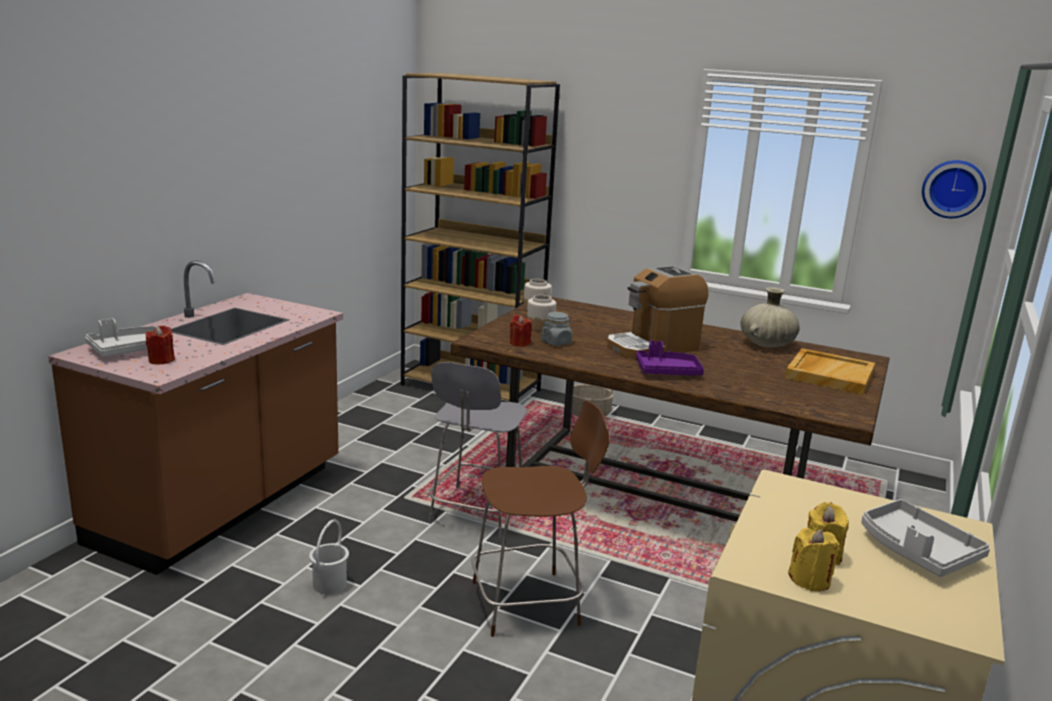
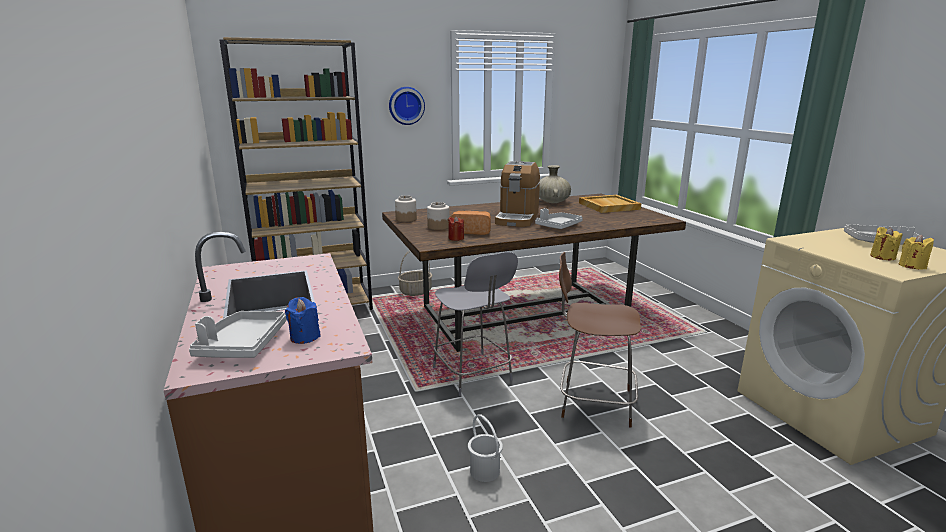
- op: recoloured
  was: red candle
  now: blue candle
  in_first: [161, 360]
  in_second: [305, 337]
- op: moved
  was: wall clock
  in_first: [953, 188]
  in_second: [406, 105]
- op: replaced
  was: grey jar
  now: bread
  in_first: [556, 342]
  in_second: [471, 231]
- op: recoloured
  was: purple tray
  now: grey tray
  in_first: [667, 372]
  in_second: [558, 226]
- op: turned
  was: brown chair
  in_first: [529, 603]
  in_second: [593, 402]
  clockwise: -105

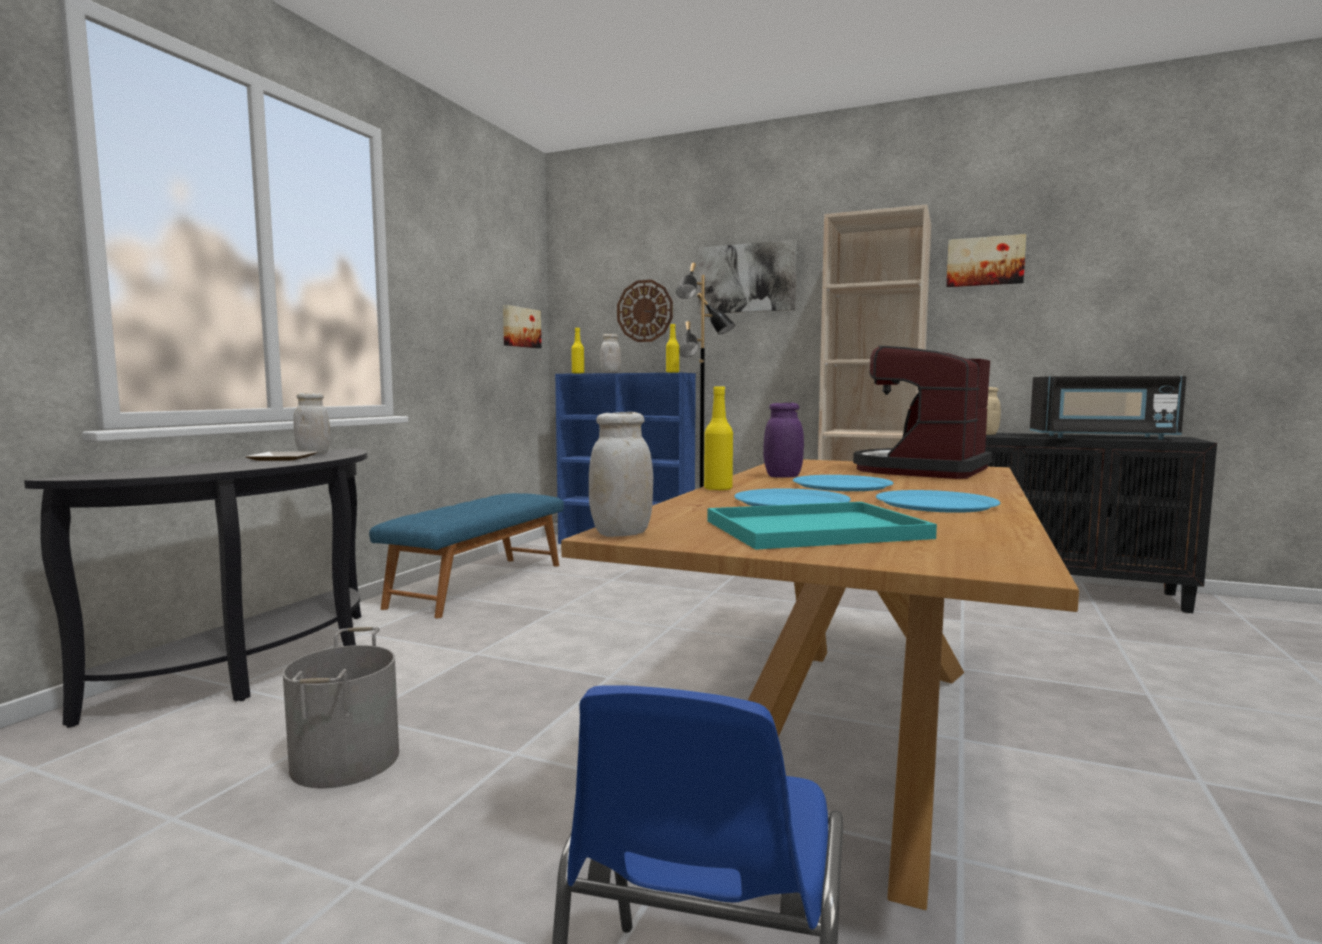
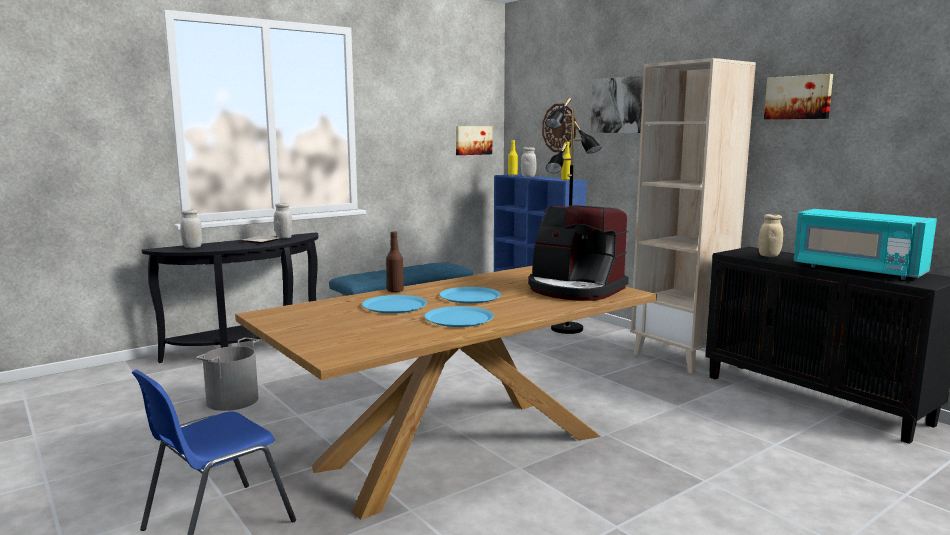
- op: moved
  was: white jar
  in_first: [621, 533]
  in_second: [192, 247]
- op: recoloured
  was: yellow bottle
  now: brown bottle
  in_first: [718, 489]
  in_second: [395, 290]
- op: turned
  was: coffee machine
  in_first: [922, 470]
  in_second: [575, 289]
  clockwise: -120
- op: recoloured
  was: black microwave
  now: turquoise microwave
  in_first: [1102, 437]
  in_second: [857, 271]
- op: removed
  was: turquoise tray
  in_first: [812, 530]
- op: removed
  was: purple jar
  in_first: [783, 476]

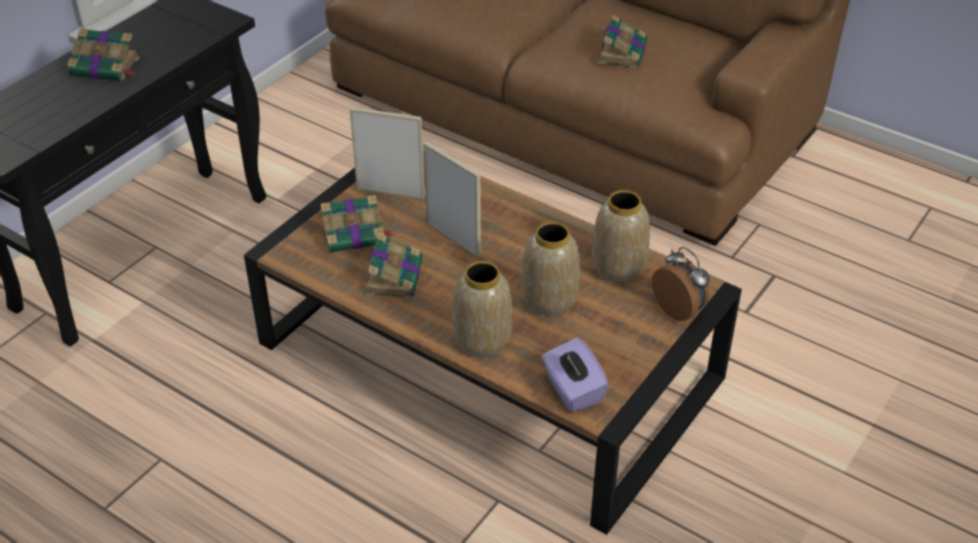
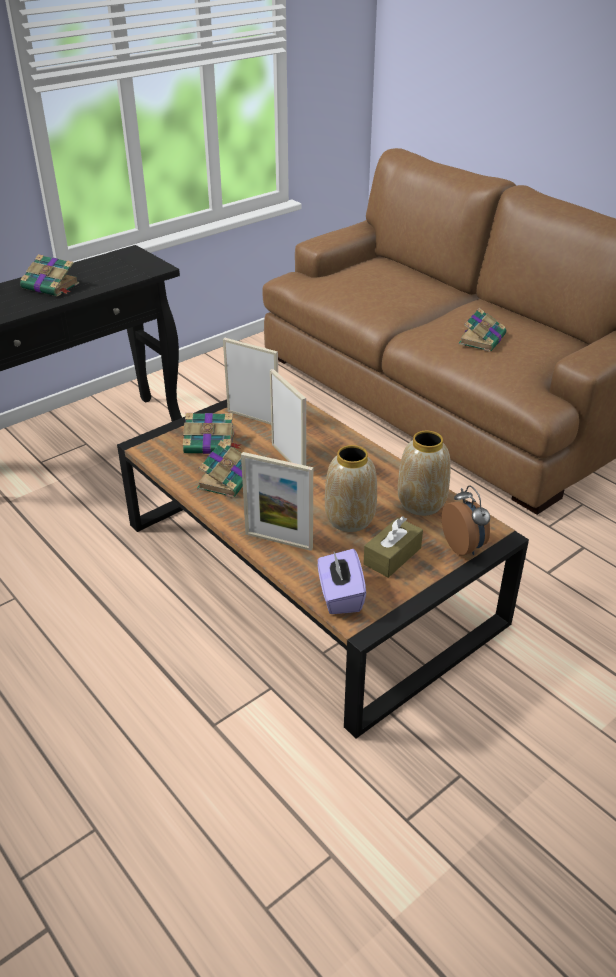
- op: replaced
  was: vase
  now: picture frame
  in_first: [483, 340]
  in_second: [278, 541]
- op: added
  now: brown tissue box
  in_second: [392, 556]

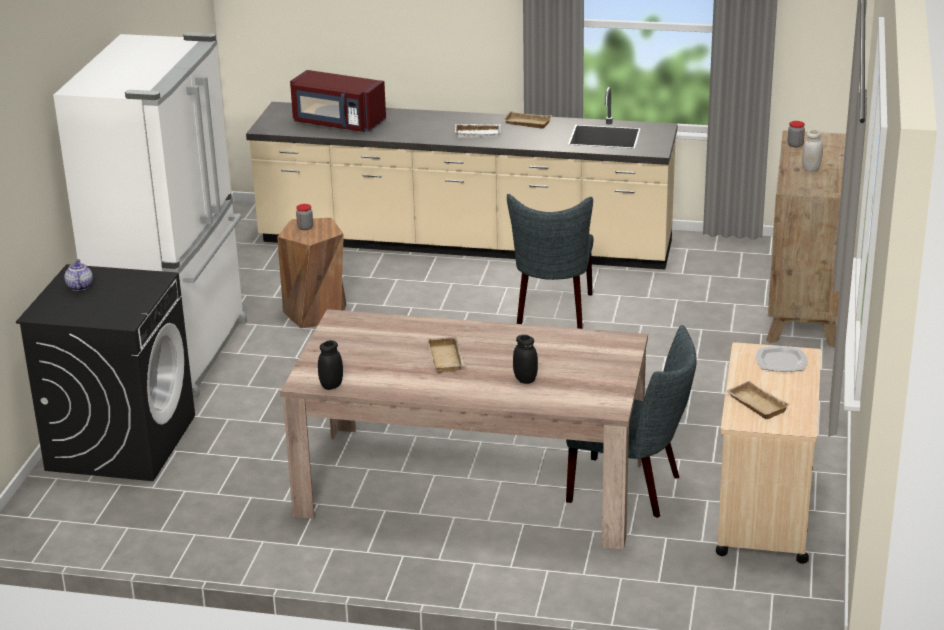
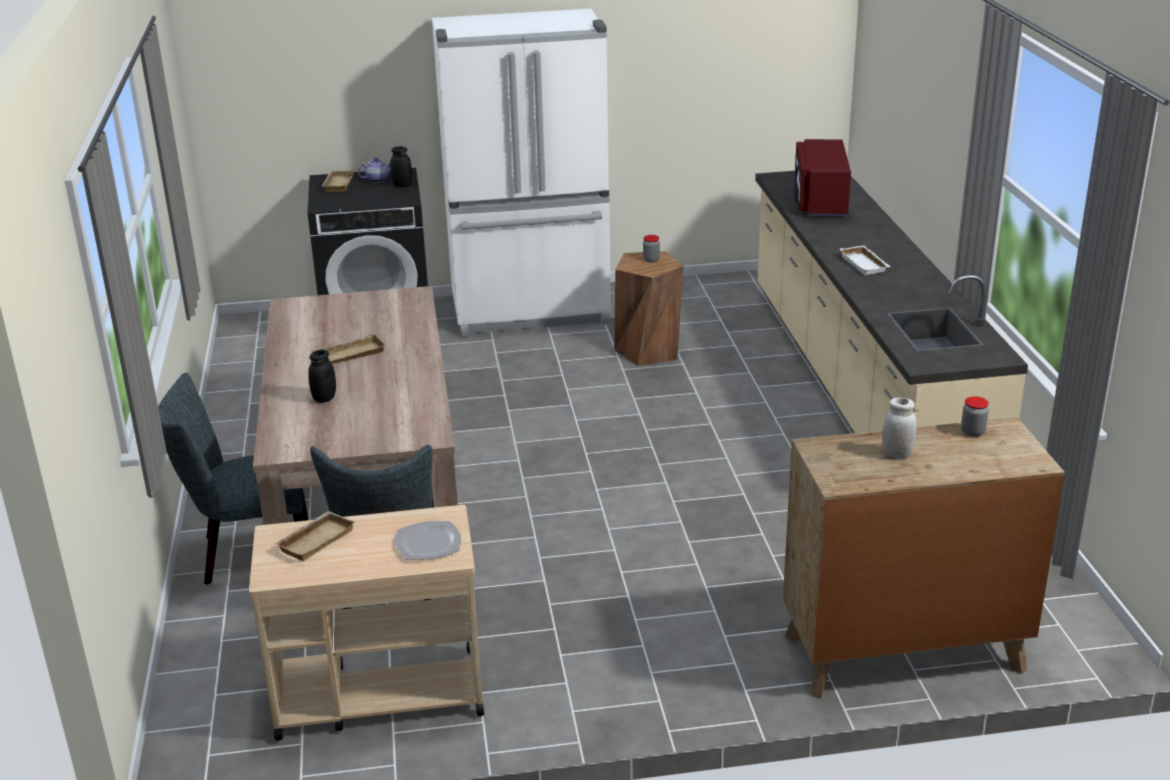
- op: moved
  was: grey chair
  in_first: [552, 313]
  in_second: [249, 554]
- op: moved
  was: beige tray
  in_first: [526, 123]
  in_second: [337, 184]
- op: moved
  was: black jar
  in_first: [331, 385]
  in_second: [402, 185]

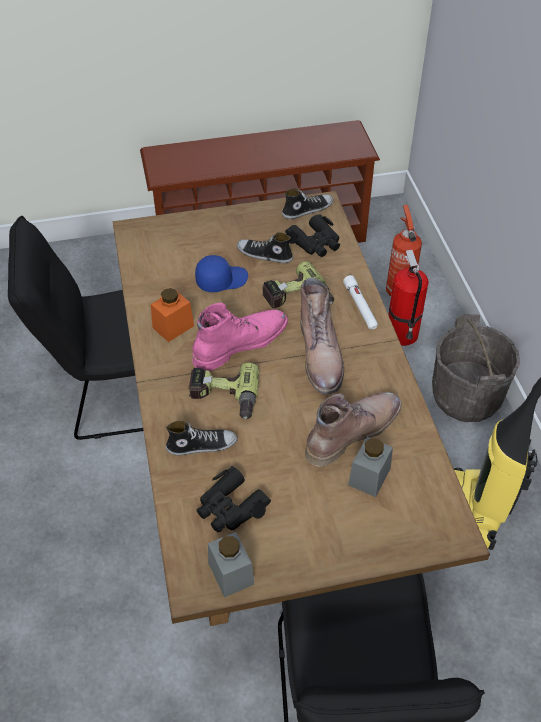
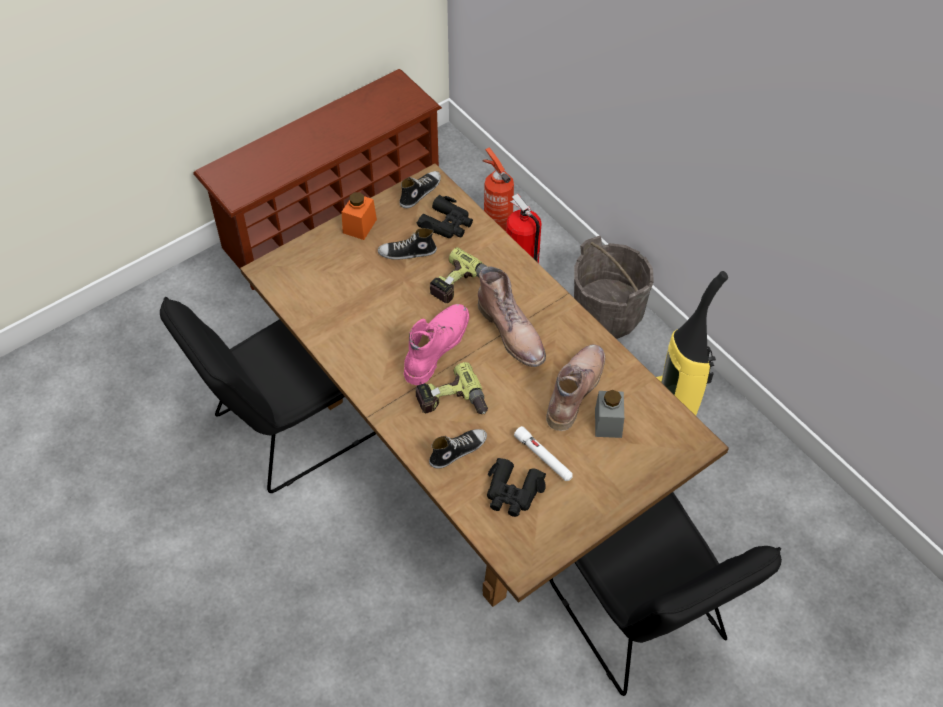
- op: moved
  was: orange jar
  in_first: [173, 327]
  in_second: [359, 226]
- op: moved
  was: white flashlight
  in_first: [360, 307]
  in_second: [543, 457]
- op: removed
  was: blue cap
  in_first: [221, 280]
- op: removed
  was: grey jar
  in_first: [231, 573]

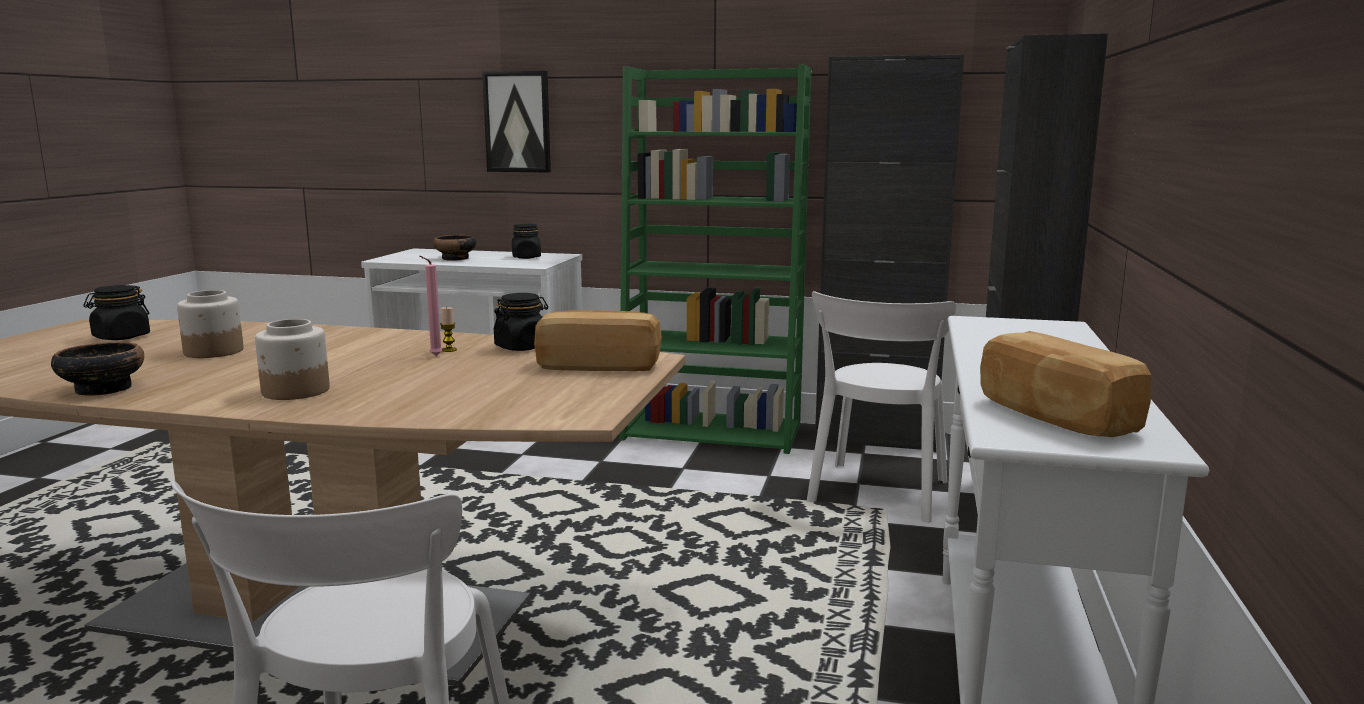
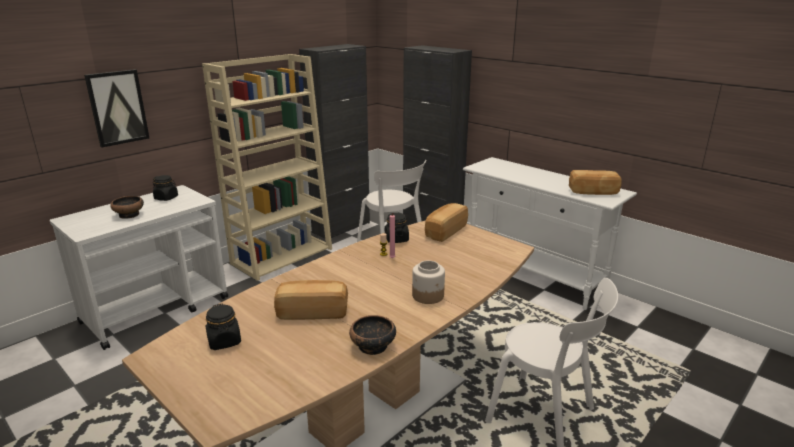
- op: recoloured
  was: green bookcase
  now: beige bookcase
  in_first: [714, 432]
  in_second: [282, 255]
- op: replaced
  was: jar
  now: bread
  in_first: [213, 352]
  in_second: [313, 312]

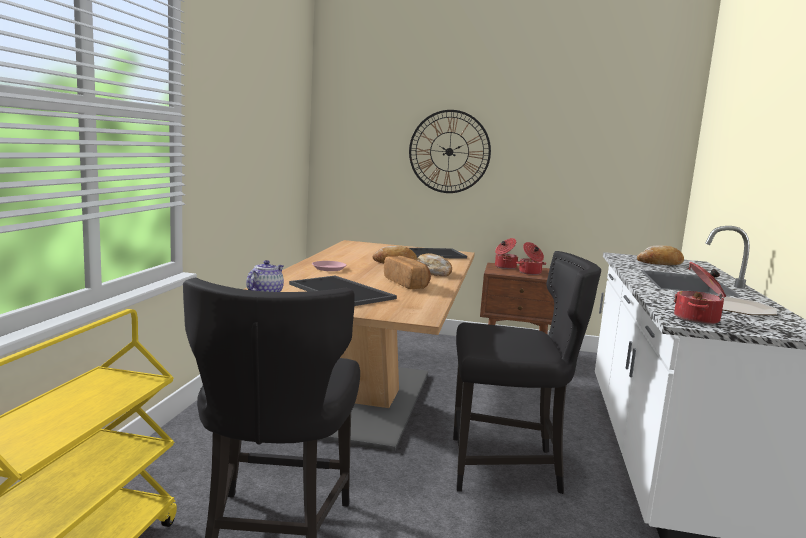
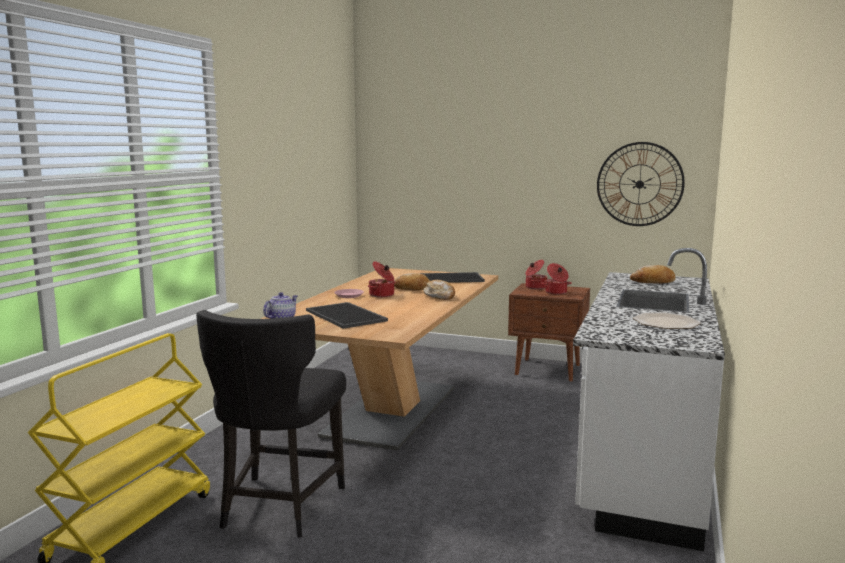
- op: moved
  was: cooking pot
  in_first: [698, 319]
  in_second: [382, 295]
- op: moved
  was: wall clock
  in_first: [449, 151]
  in_second: [639, 184]
- op: removed
  was: bread
  in_first: [407, 284]
- op: removed
  was: black chair
  in_first: [507, 467]

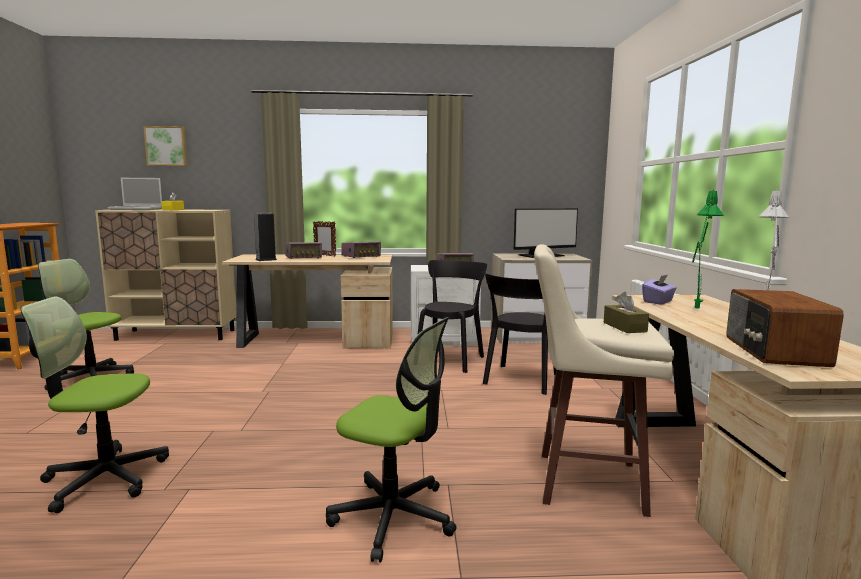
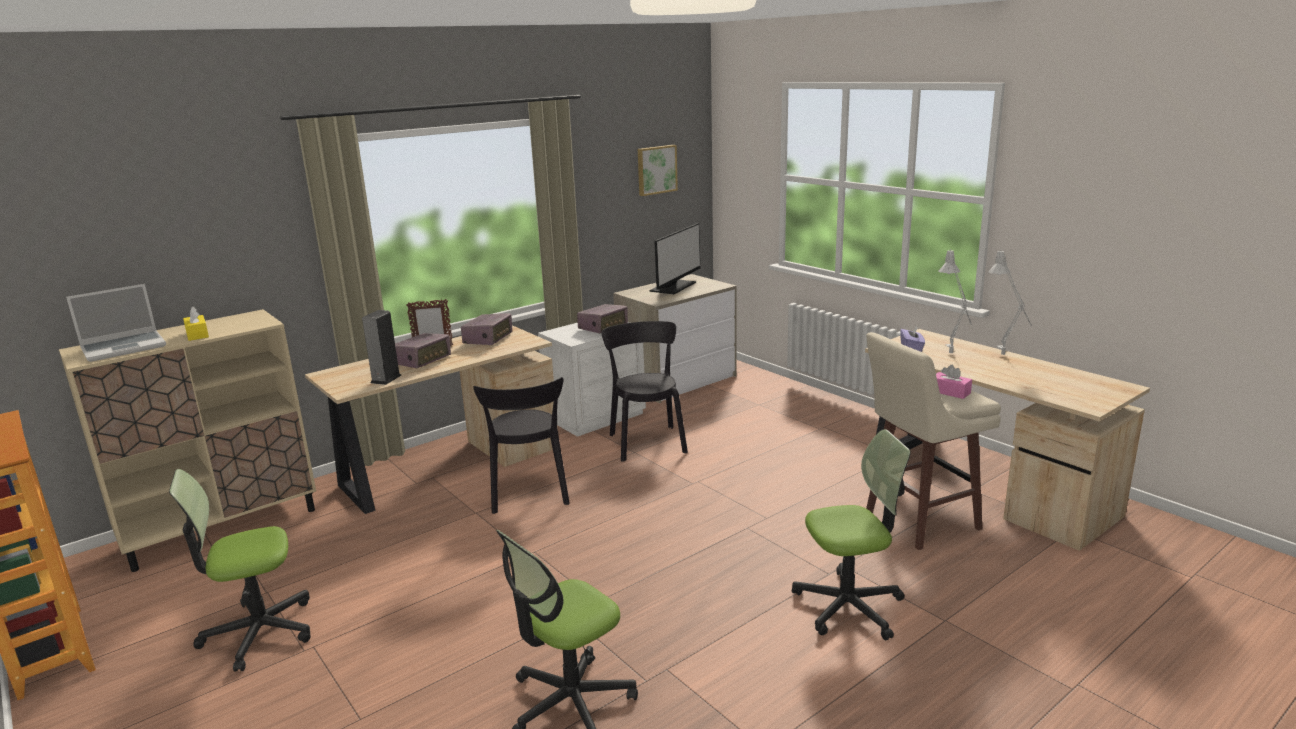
- op: moved
  was: black chair
  in_first: [520, 381]
  in_second: [529, 494]
- op: moved
  was: picture
  in_first: [166, 146]
  in_second: [656, 169]
- op: recoloured
  was: brown tissue box
  now: pink tissue box
  in_first: [624, 327]
  in_second: [950, 392]
- op: recoloured
  was: green table lamp
  now: grey table lamp
  in_first: [696, 311]
  in_second: [952, 356]
- op: removed
  was: radio
  in_first: [773, 351]

